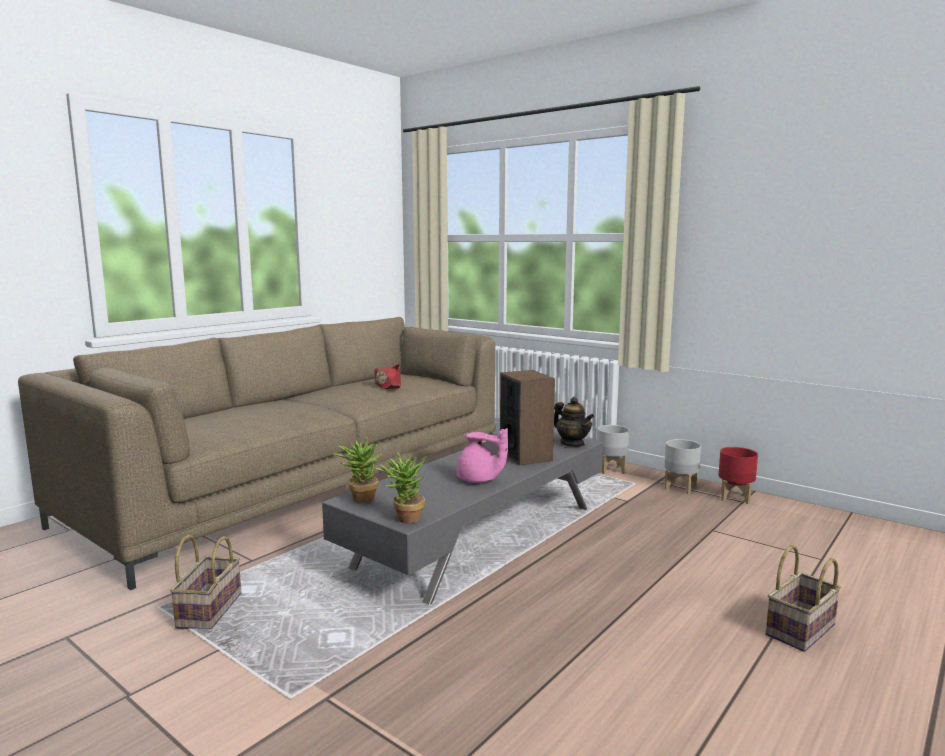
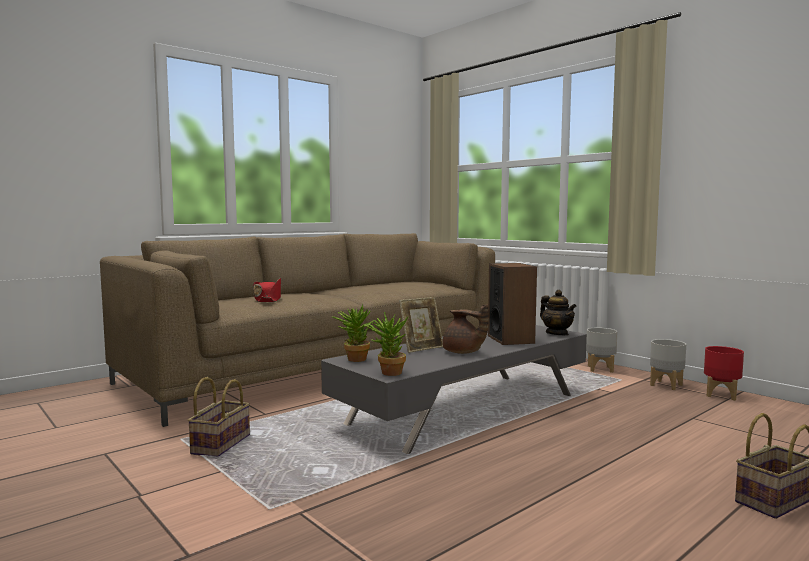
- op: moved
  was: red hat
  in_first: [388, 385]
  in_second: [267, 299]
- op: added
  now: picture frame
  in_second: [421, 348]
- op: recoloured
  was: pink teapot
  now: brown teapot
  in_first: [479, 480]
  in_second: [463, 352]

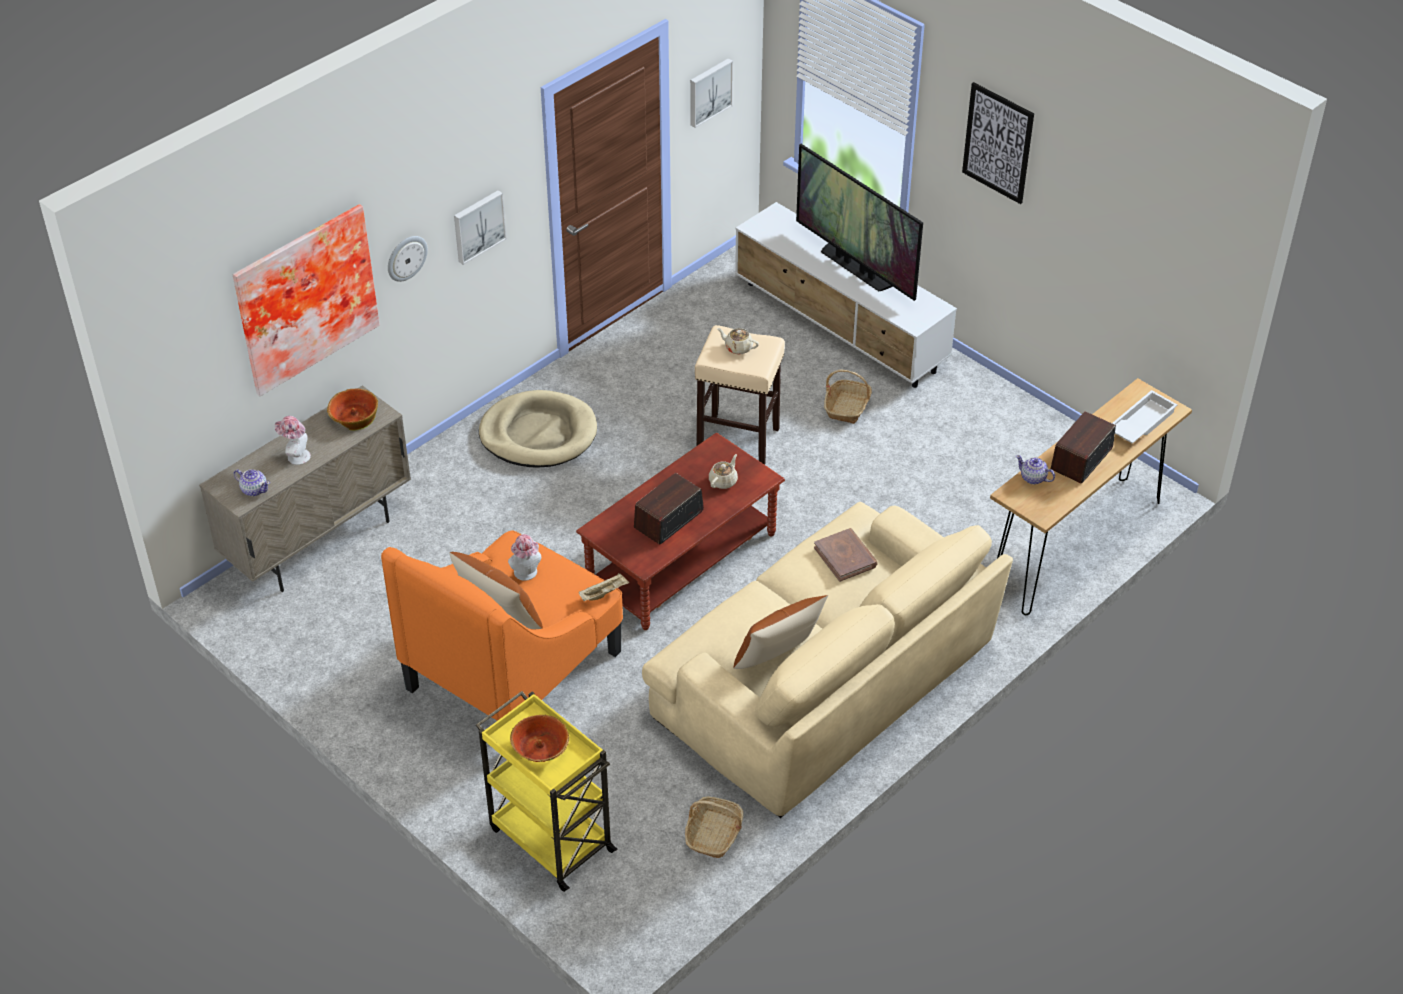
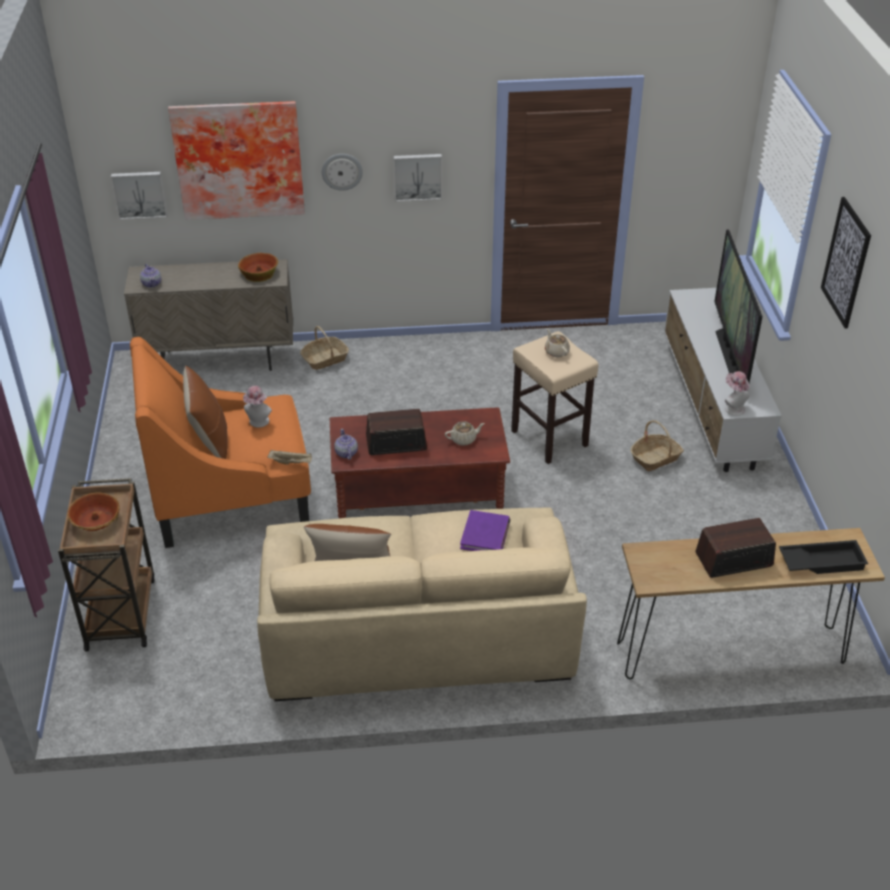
- op: recoloured
  was: yellow cart
  now: brown cart
  in_first: [550, 838]
  in_second: [121, 612]
- op: moved
  was: picture
  in_first: [709, 91]
  in_second: [139, 194]
- op: moved
  was: basket
  in_first: [714, 834]
  in_second: [325, 359]
- op: moved
  was: teapot
  in_first: [1033, 478]
  in_second: [346, 453]
- op: recoloured
  was: brown book
  now: purple book
  in_first: [845, 557]
  in_second: [485, 535]
- op: moved
  was: hat
  in_first: [295, 456]
  in_second: [733, 408]
- op: recoloured
  was: white tray
  now: black tray
  in_first: [1140, 422]
  in_second: [821, 561]
- op: removed
  was: beige dog bed
  in_first: [538, 434]

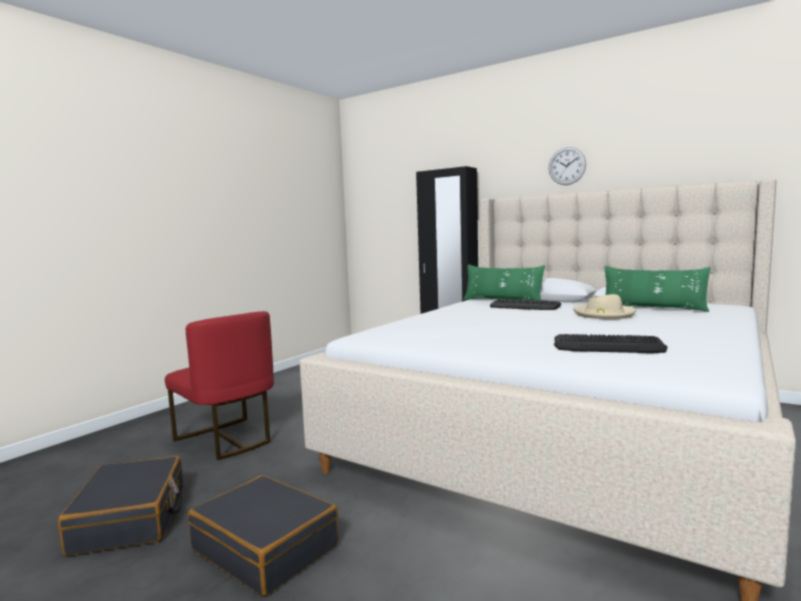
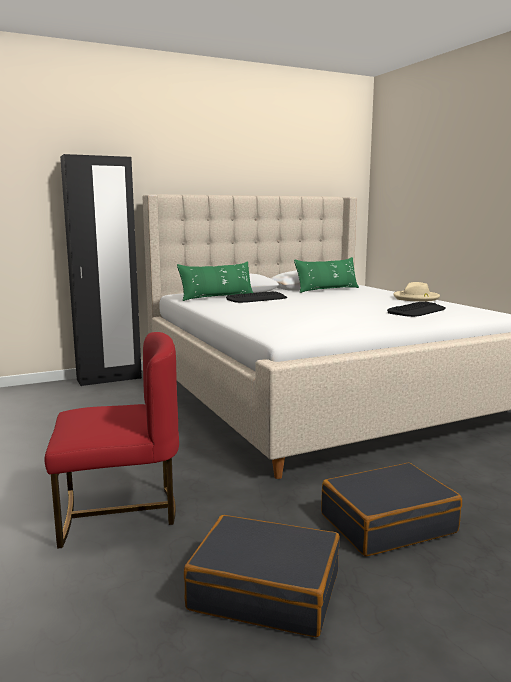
- op: moved
  was: beige hat
  in_first: [604, 314]
  in_second: [416, 298]
- op: removed
  was: wall clock
  in_first: [567, 166]

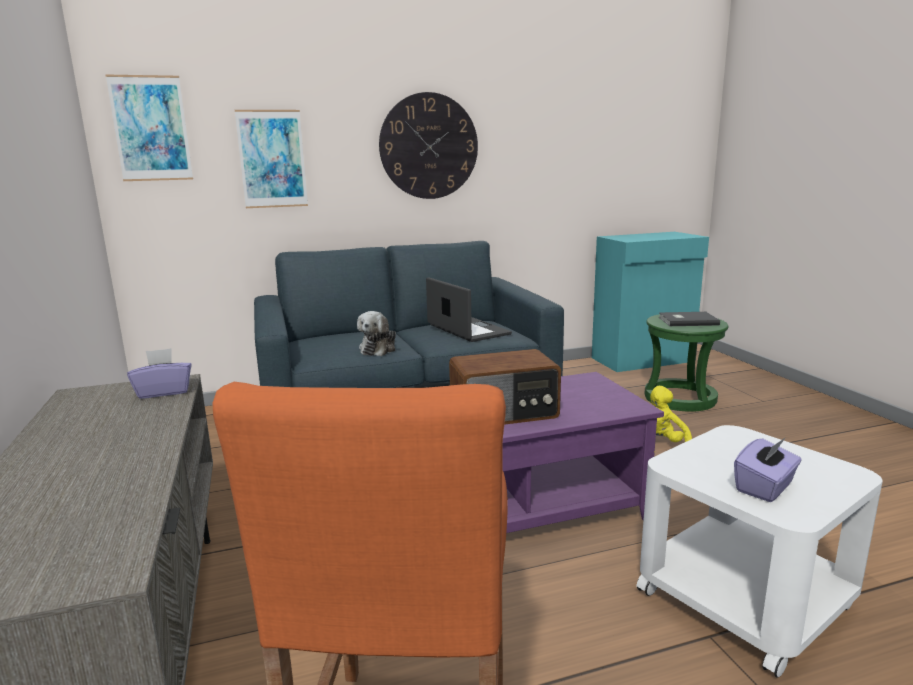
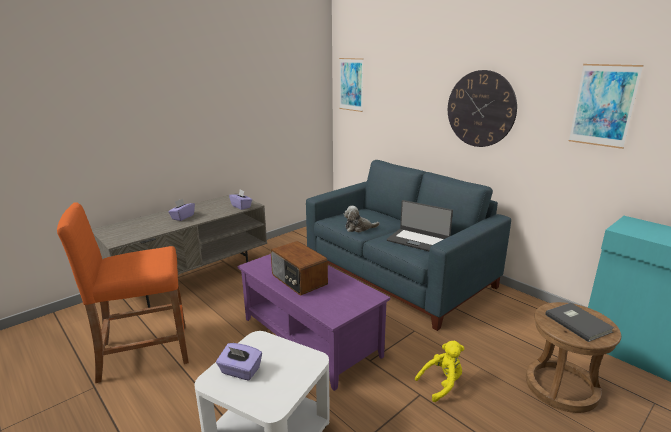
- op: added
  now: purple tissue box
  in_second: [182, 217]
- op: turned
  was: laptop
  in_first: [467, 330]
  in_second: [418, 240]
  clockwise: 90
- op: recoloured
  was: green stool
  now: brown stool
  in_first: [679, 398]
  in_second: [561, 387]
- op: moved
  was: picture
  in_first: [272, 159]
  in_second: [603, 105]

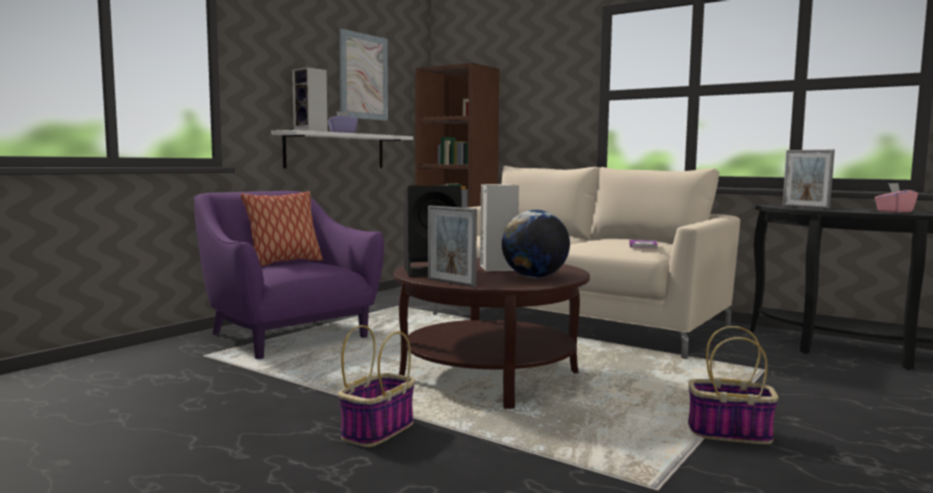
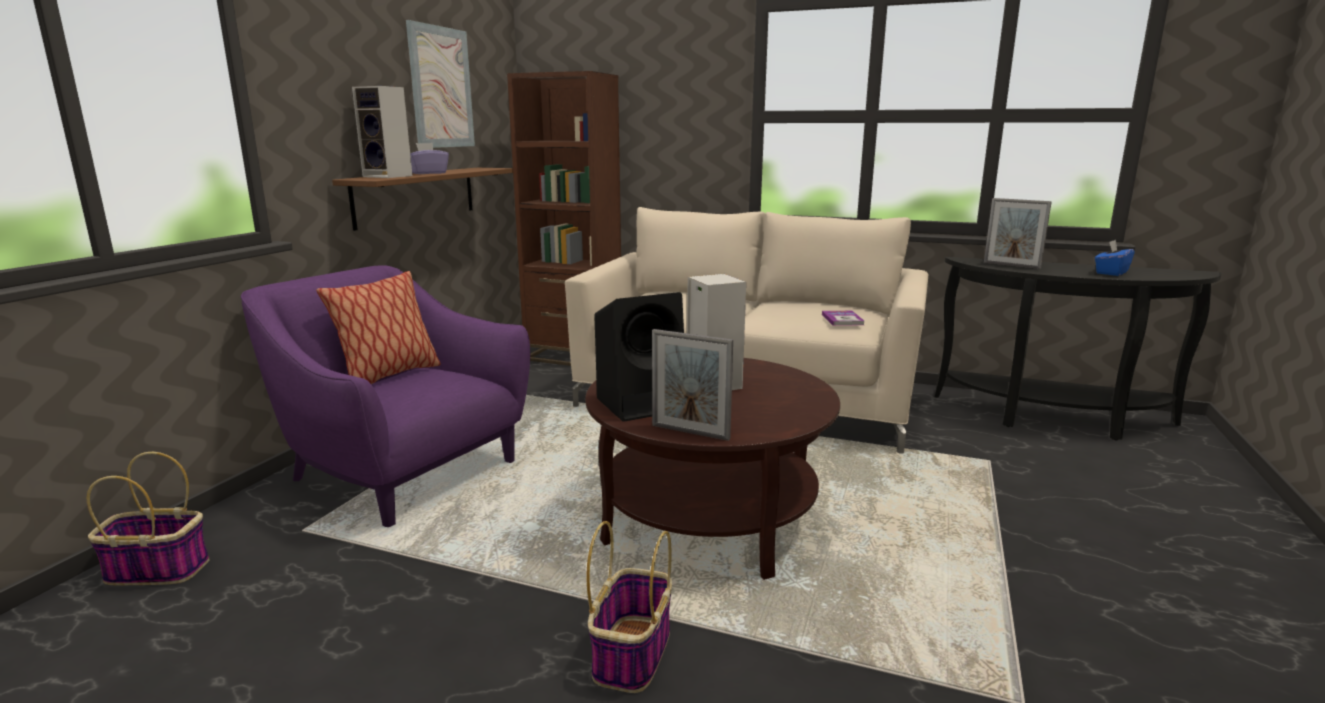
- op: moved
  was: basket
  in_first: [728, 433]
  in_second: [155, 571]
- op: recoloured
  was: white shelf
  now: brown shelf
  in_first: [336, 151]
  in_second: [416, 196]
- op: recoloured
  was: pink tissue box
  now: blue tissue box
  in_first: [894, 212]
  in_second: [1111, 272]
- op: removed
  was: globe
  in_first: [534, 277]

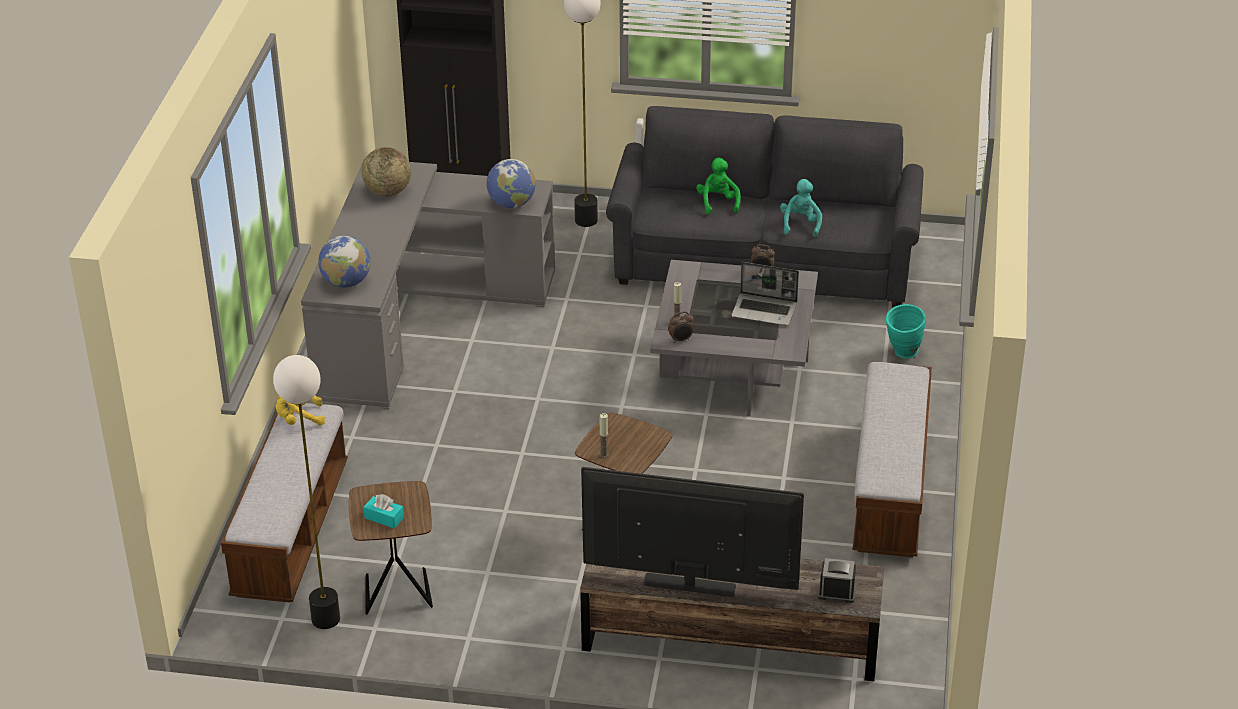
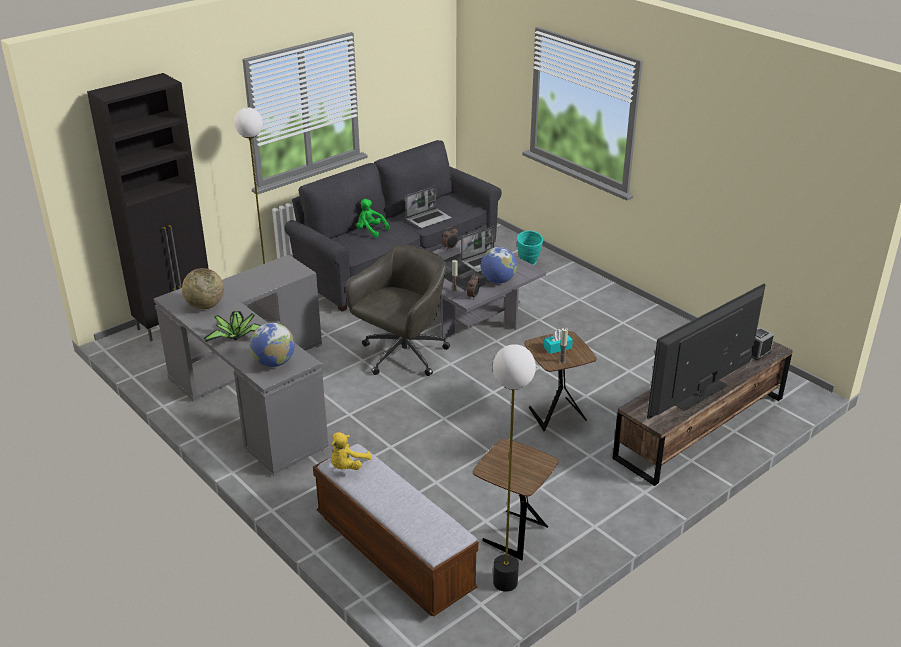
- op: added
  now: potted plant
  in_second: [236, 337]
- op: added
  now: grey office chair
  in_second: [402, 355]
- op: replaced
  was: turquoise plush toy
  now: laptop
  in_first: [800, 224]
  in_second: [428, 219]
- op: moved
  was: globe
  in_first: [511, 204]
  in_second: [498, 281]
- op: moved
  was: turquoise tissue box
  in_first: [384, 518]
  in_second: [557, 347]
- op: removed
  was: bench
  in_first: [889, 489]

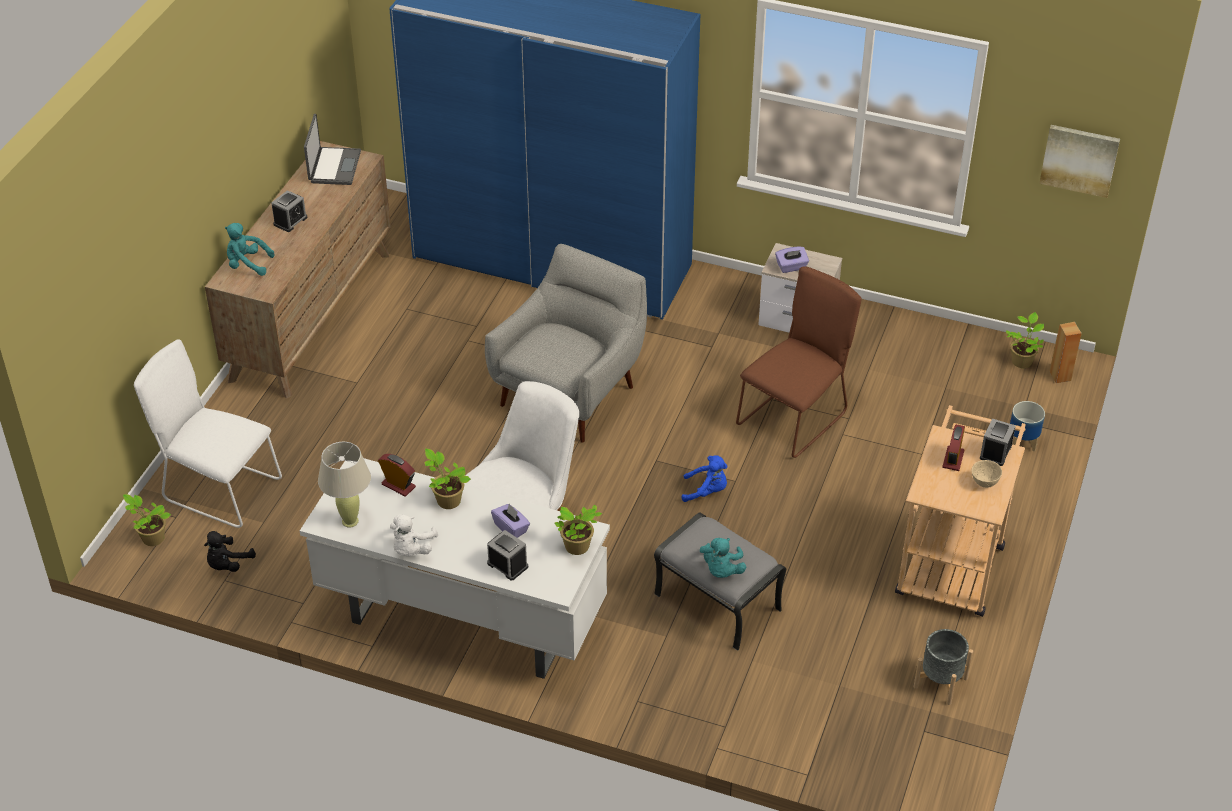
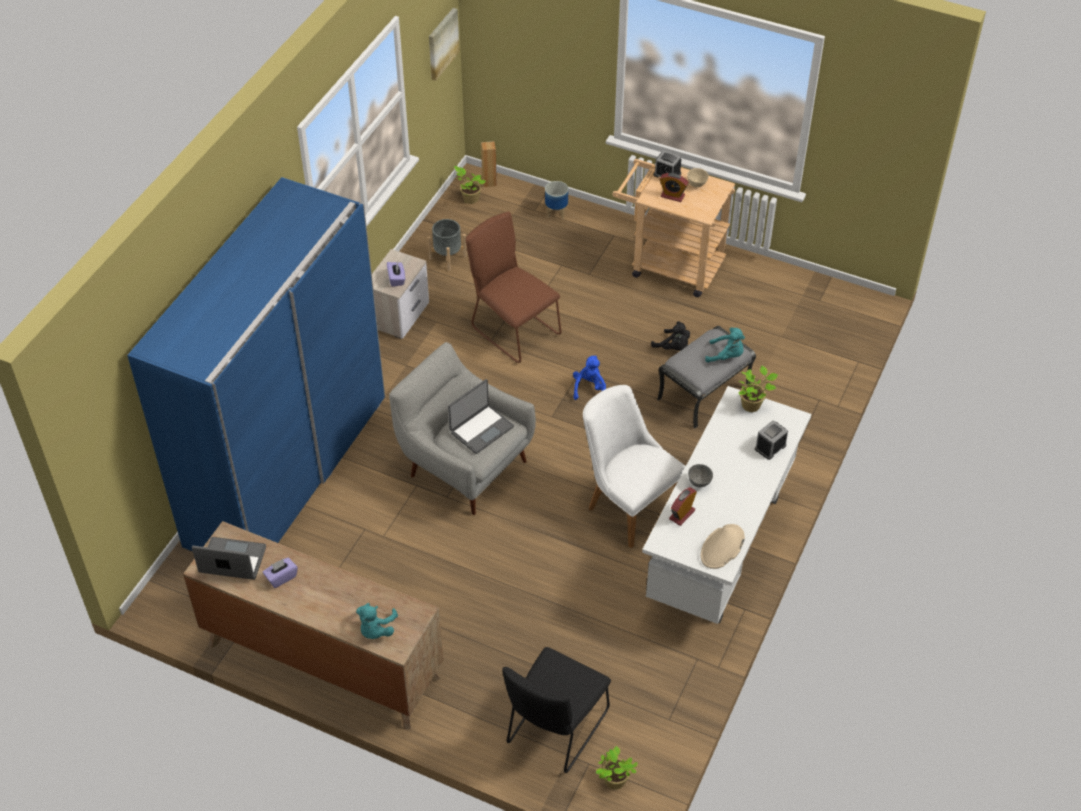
- op: moved
  was: purple tissue box
  in_first: [511, 528]
  in_second: [281, 577]
- op: moved
  was: grey planter
  in_first: [941, 683]
  in_second: [448, 257]
- op: added
  now: laptop
  in_second: [481, 429]
- op: recoloured
  was: white chair
  now: black chair
  in_first: [217, 488]
  in_second: [555, 730]
- op: moved
  was: black plush toy
  in_first: [227, 564]
  in_second: [673, 347]
- op: replaced
  was: potted plant
  now: grey bowl
  in_first: [447, 500]
  in_second: [699, 482]
- op: replaced
  was: beige table lamp
  now: beige hat
  in_first: [350, 521]
  in_second: [722, 547]
- op: removed
  was: alarm clock
  in_first: [290, 221]
- op: removed
  was: white plush toy
  in_first: [411, 549]

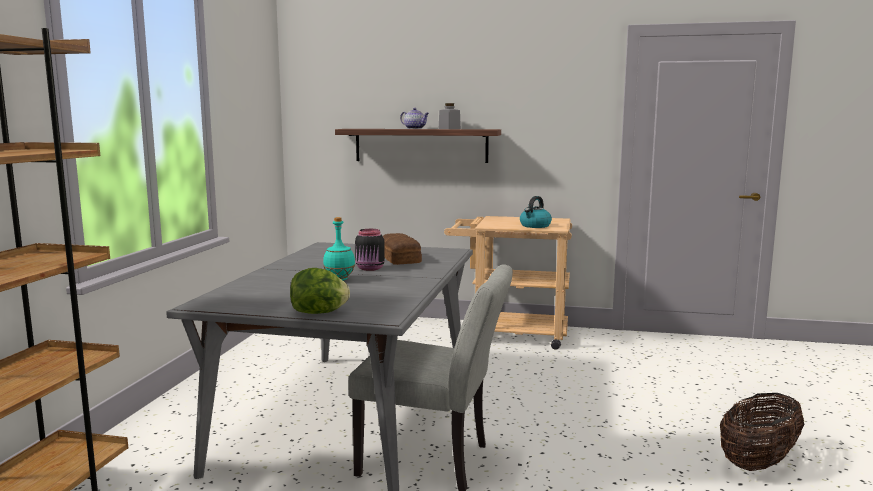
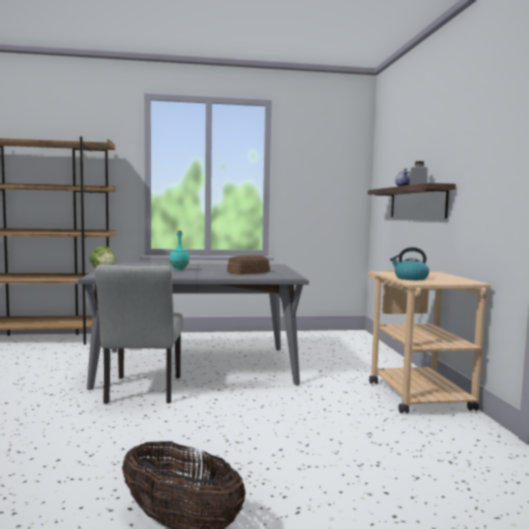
- op: removed
  was: black jar
  in_first: [370, 268]

